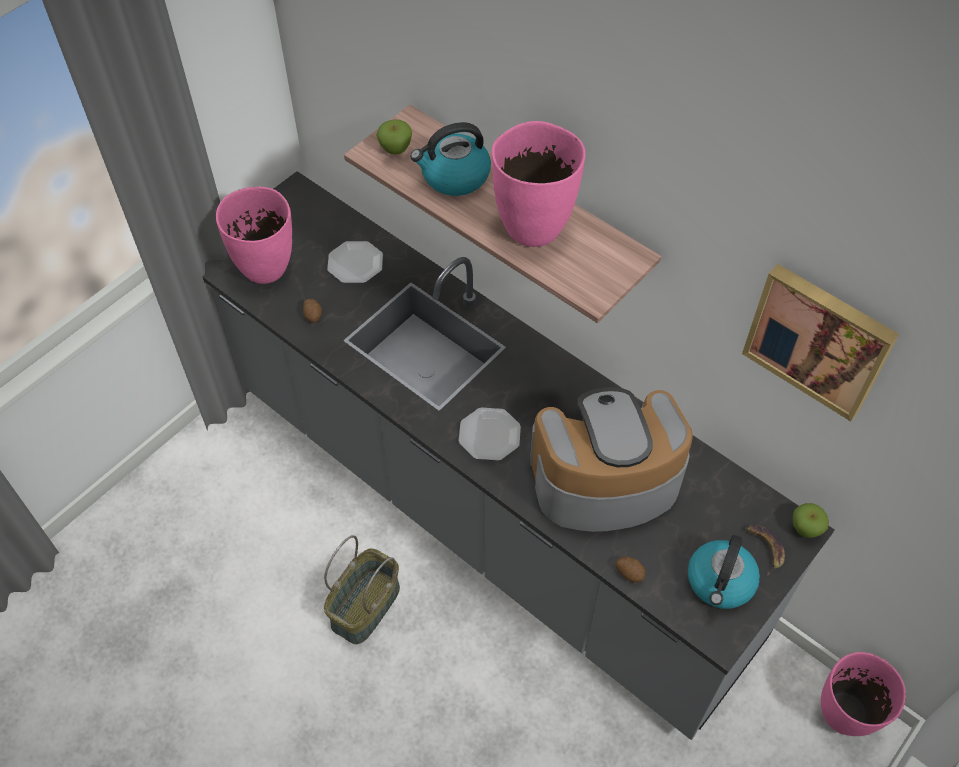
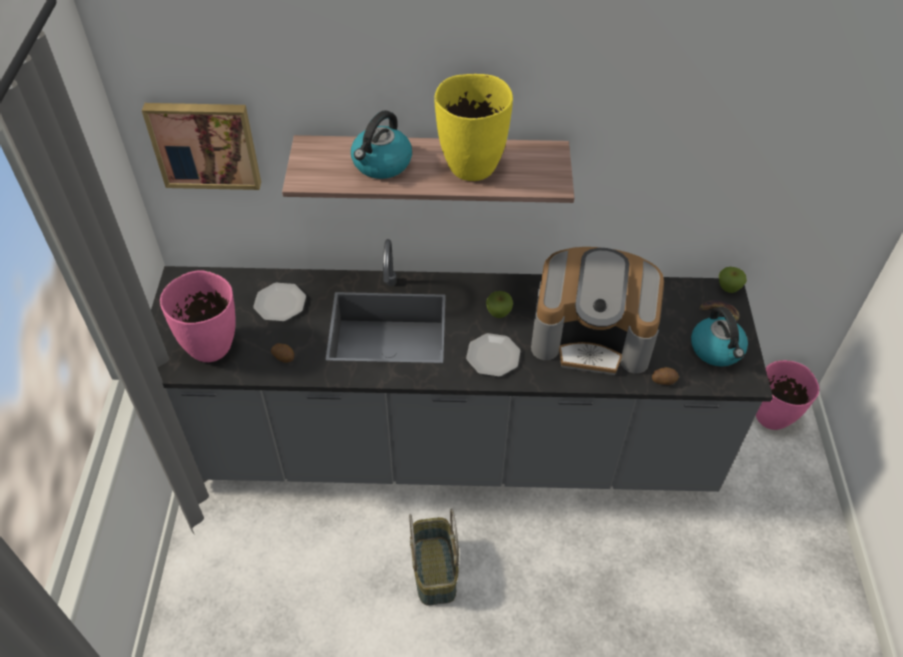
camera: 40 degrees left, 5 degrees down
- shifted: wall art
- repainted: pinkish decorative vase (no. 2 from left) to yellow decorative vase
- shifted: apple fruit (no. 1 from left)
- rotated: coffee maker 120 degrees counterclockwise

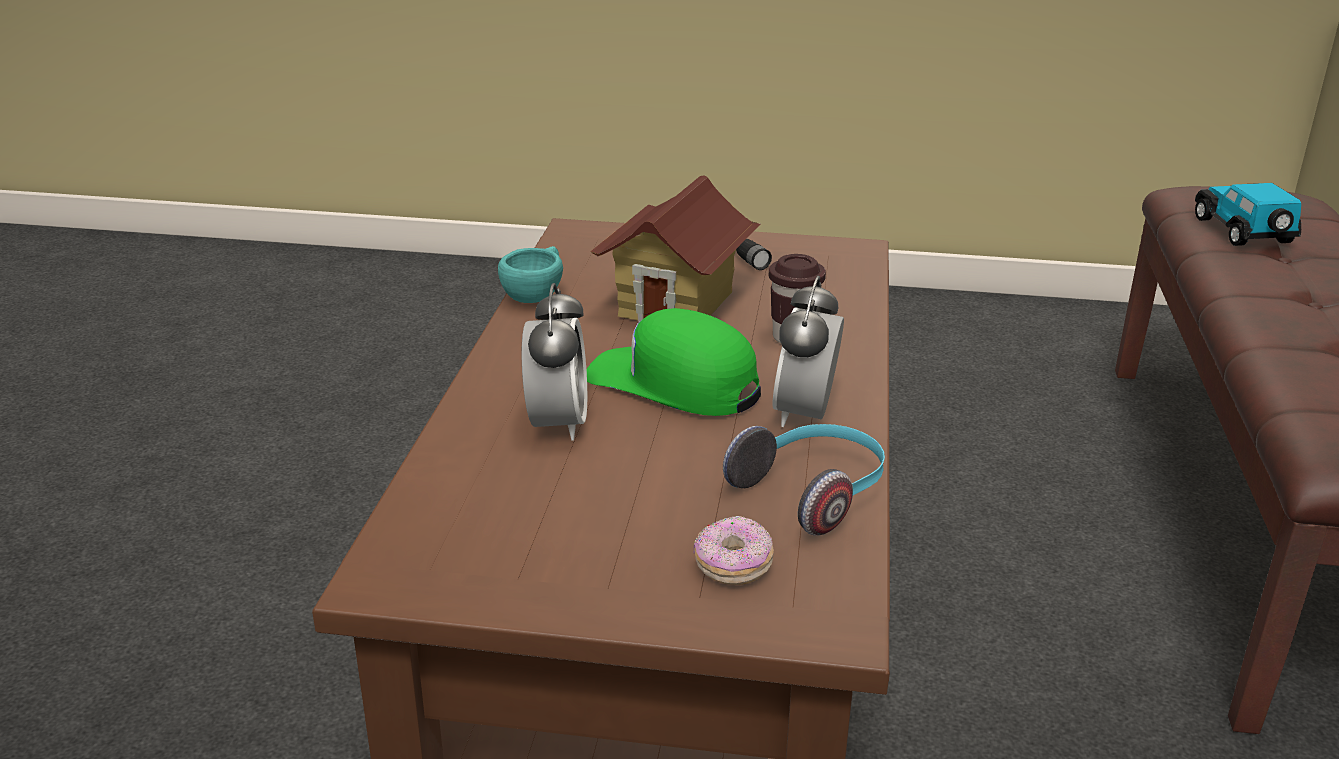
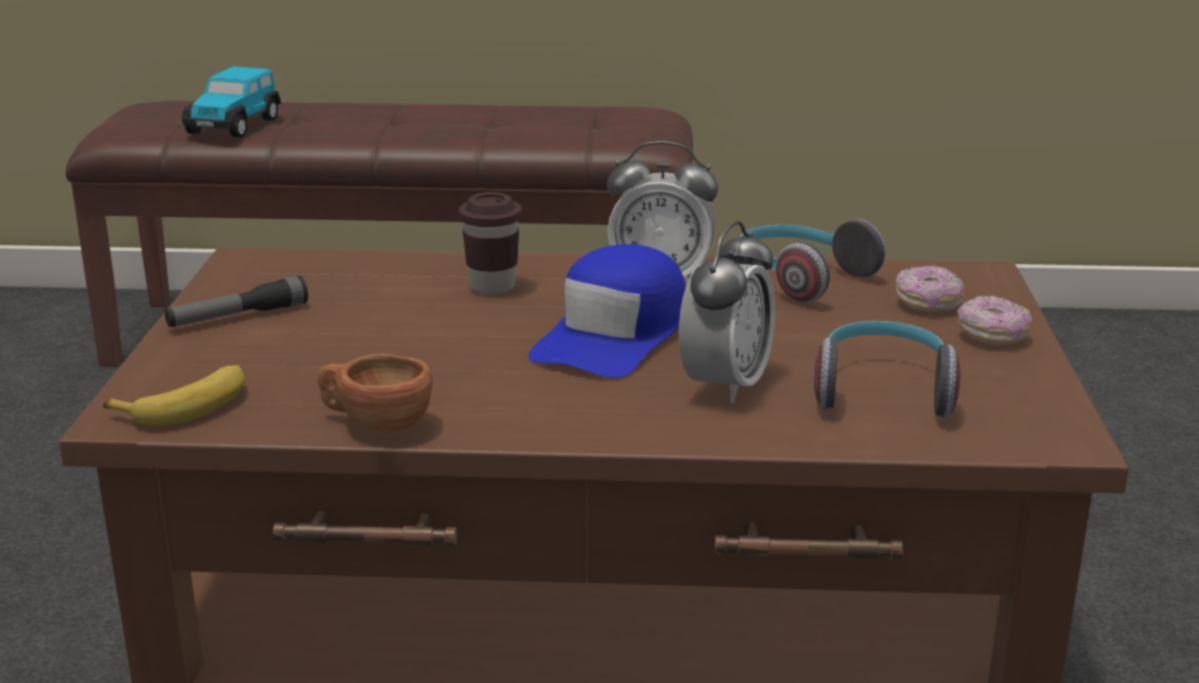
camera: 95 degrees left, 5 degrees down
- new: banana
- rotated: model car 60 degrees counterclockwise
- repainted: blue-green small cup to brown-coloured small cup (no. 1 from left)
- repainted: greenish cap to bluish cap
- rotated: table clock (no. 1 from left in the first image) 120 degrees clockwise
- new: headset (no. 2 from left)
- new: ring doughnut (no. 2 from left)
- gone: model house

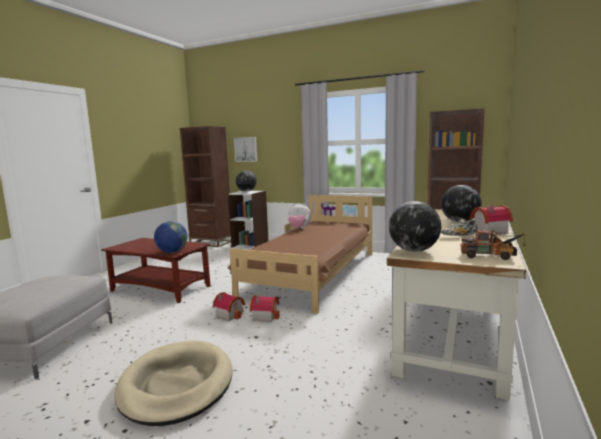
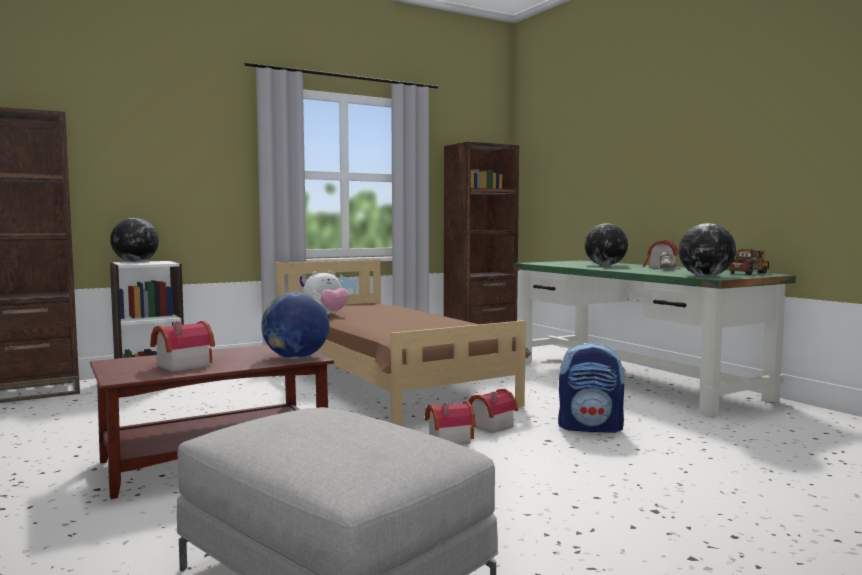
camera: 55 degrees left, 5 degrees down
- new: model house (no. 1 from left)
- repainted: beige desk table to greenish desk table
- new: backpack
- gone: beige dog bed
- gone: wall art

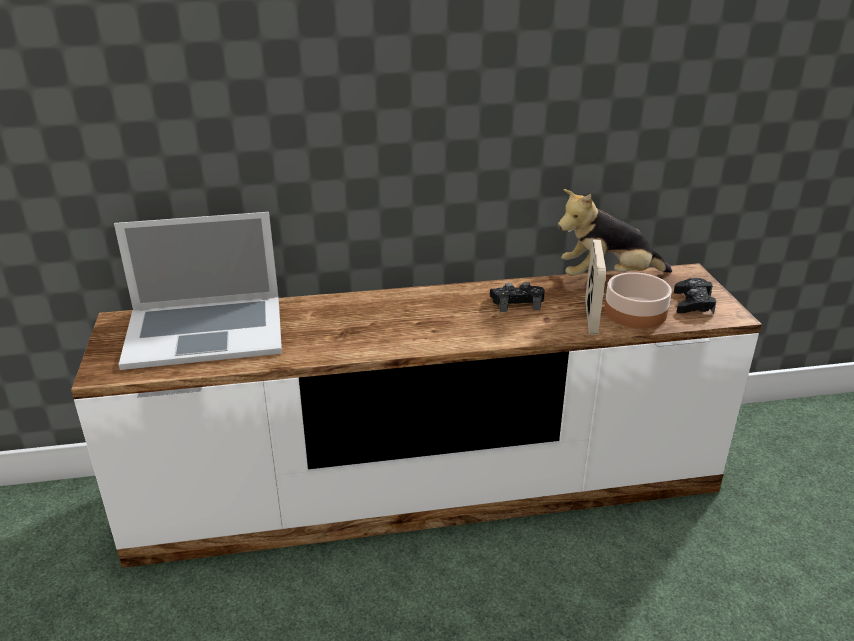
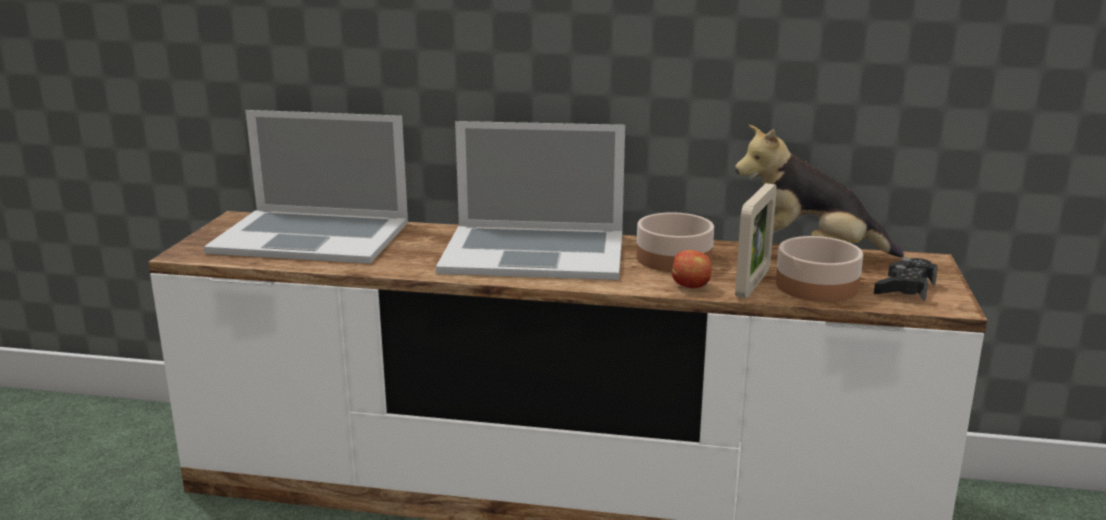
camera: 20 degrees right, 10 degrees down
- new: laptop (no. 2 from left)
- swapped: black-coloured joypad (no. 1 from left) to serving bowl (no. 1 from left)
- new: apple fruit

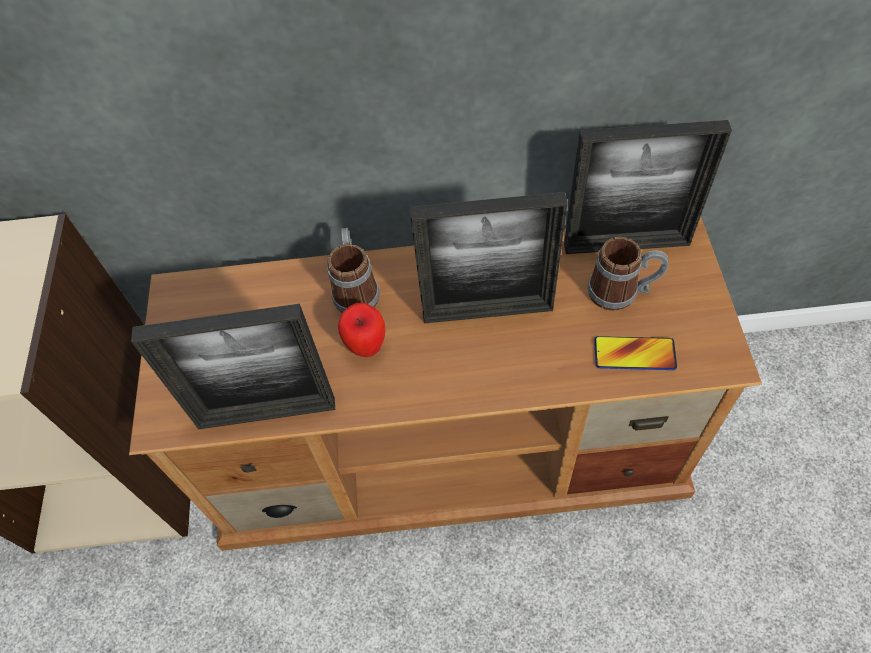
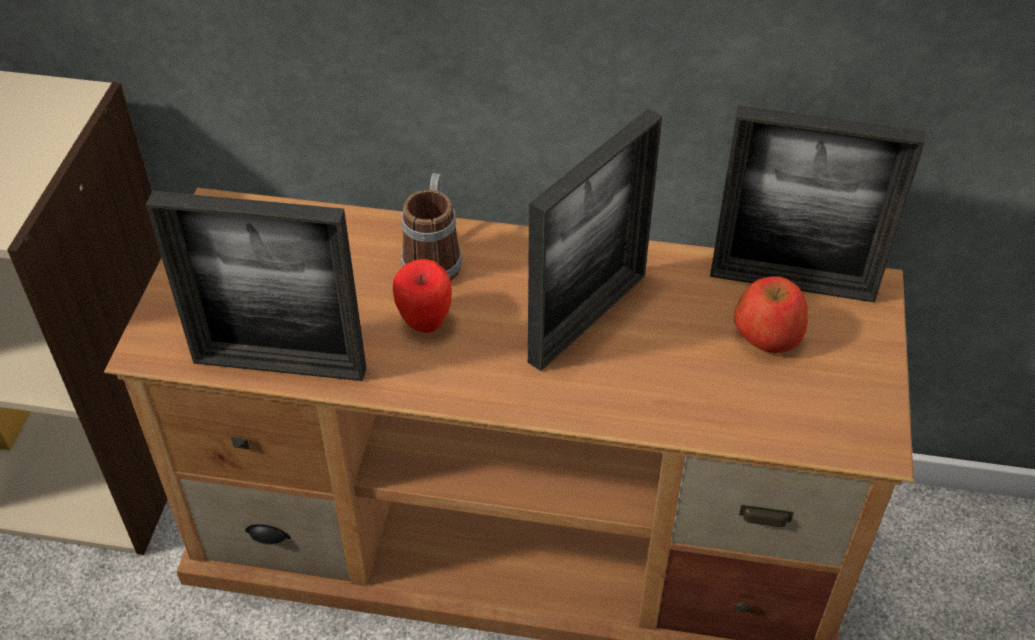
camera: 10 degrees right, 10 degrees down
- rotated: standing frame (no. 2 from left) 60 degrees counterclockwise
- swapped: tea mug (no. 2 from left) to apple fruit (no. 2 from left)
- gone: handset

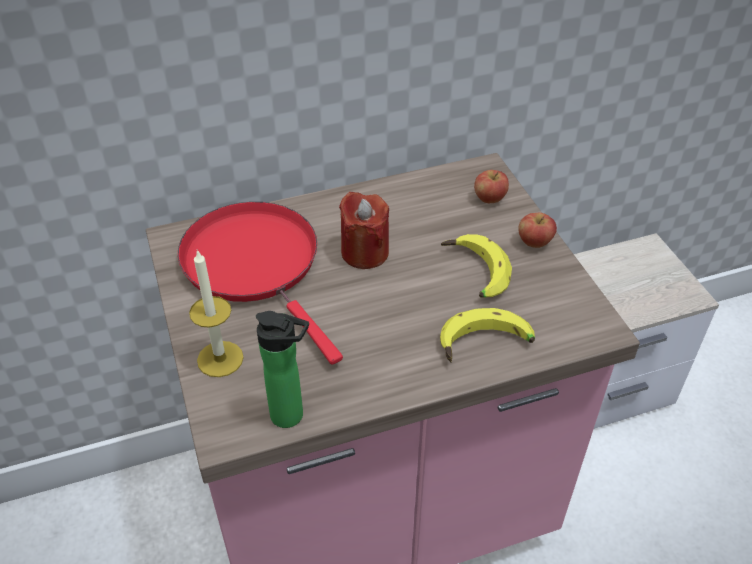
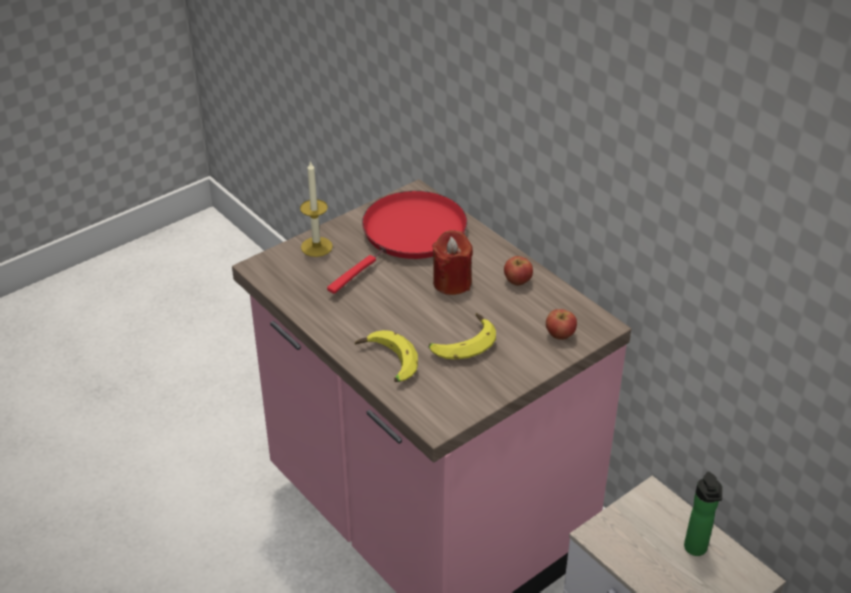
camera: 70 degrees right, 5 degrees down
- shifted: apple fruit (no. 2 from left in the first image) to apple fruit (no. 1 from left)
- shifted: beverage bottle

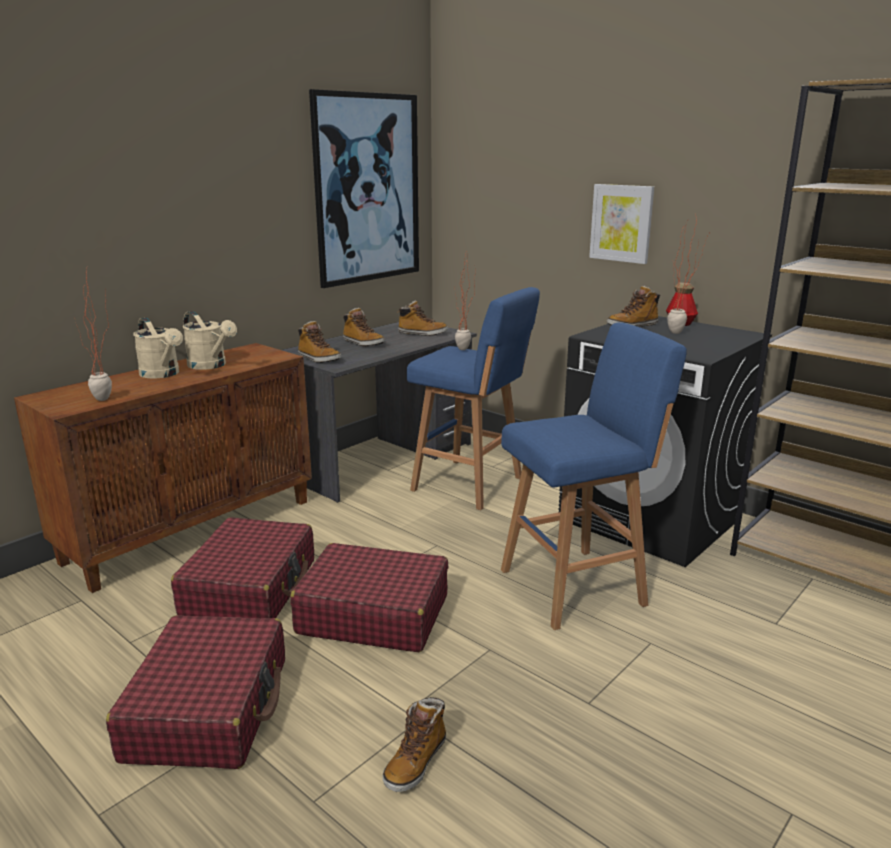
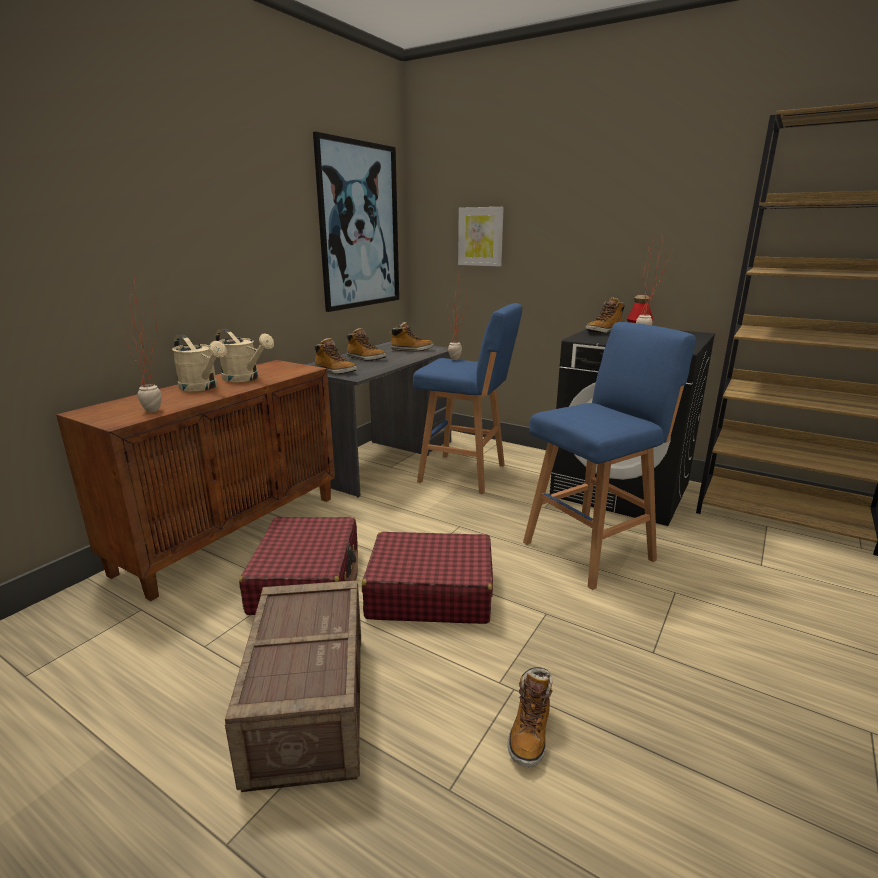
camera: 10 degrees left, 0 degrees up
- swapped: reddish travel case (no. 1 from left) to packing crate
- shifted: wall art (no. 2 from left)

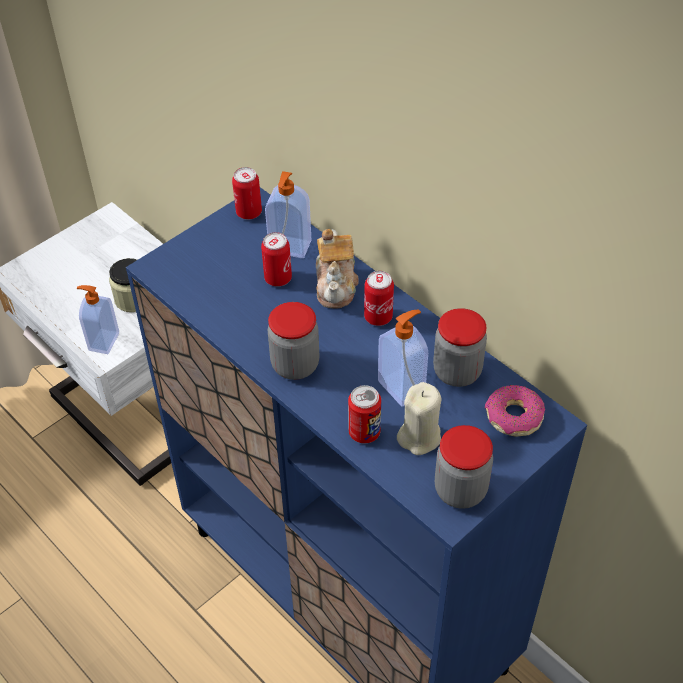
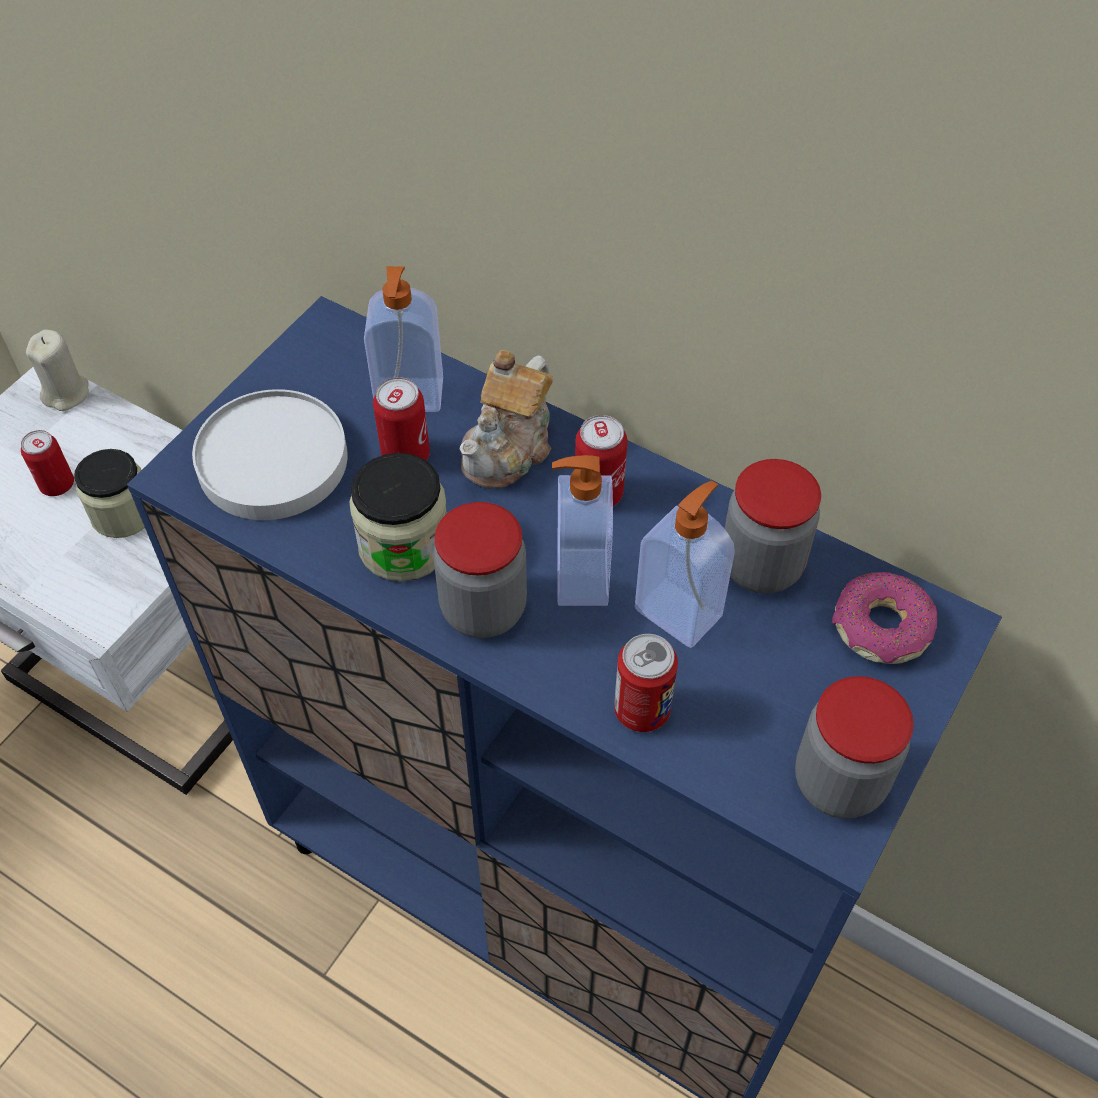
camera: 15 degrees left, 5 degrees up
- shifted: metal can (no. 1 from left)
- shifted: beige wax light
- new: white plate
- new: jar (no. 2 from left)
- rotated: pot for tea 45 degrees clockwise
- shifted: soap dispenser (no. 1 from left in the first image) to soap dispenser (no. 2 from left)

